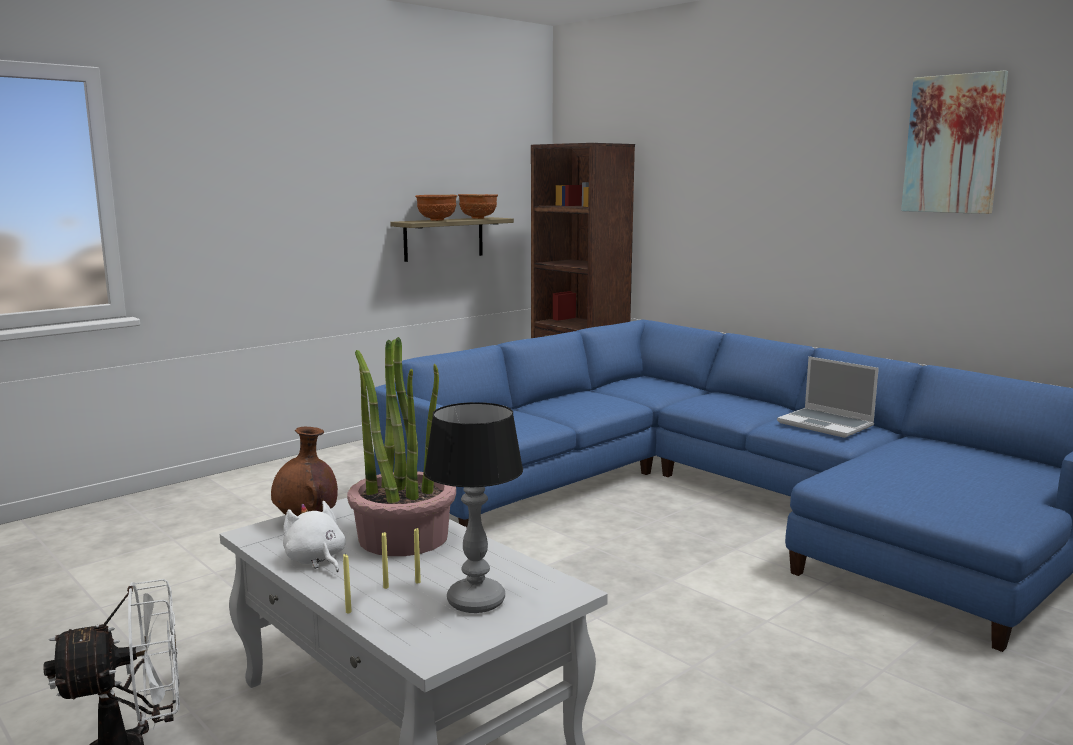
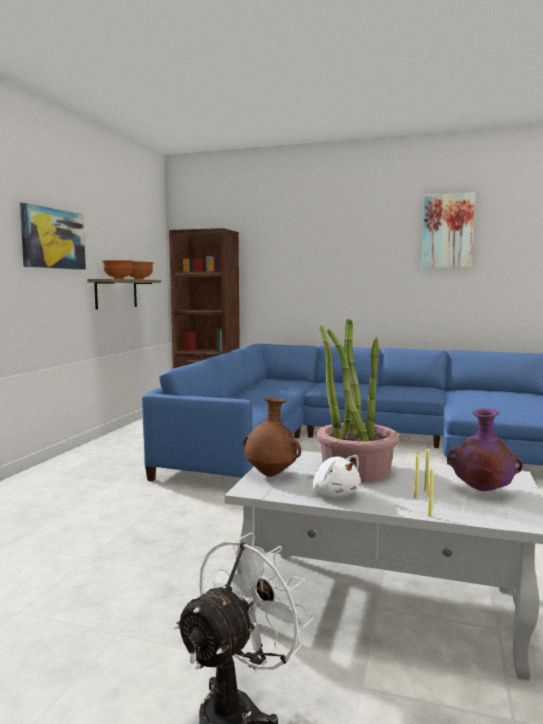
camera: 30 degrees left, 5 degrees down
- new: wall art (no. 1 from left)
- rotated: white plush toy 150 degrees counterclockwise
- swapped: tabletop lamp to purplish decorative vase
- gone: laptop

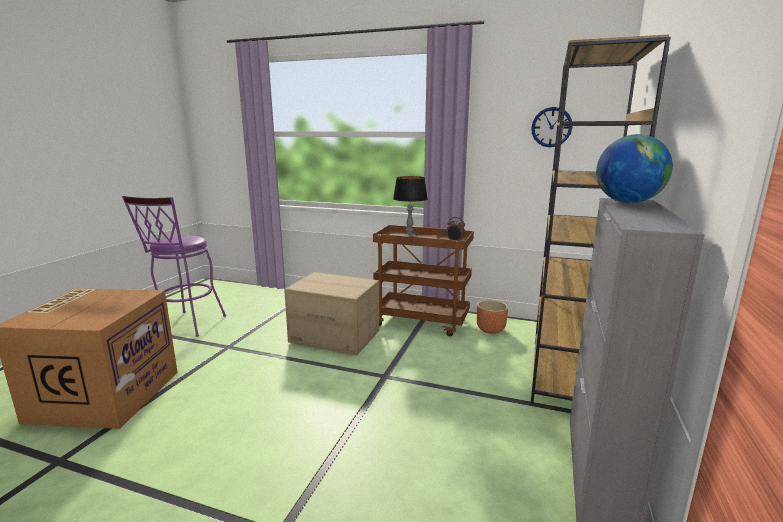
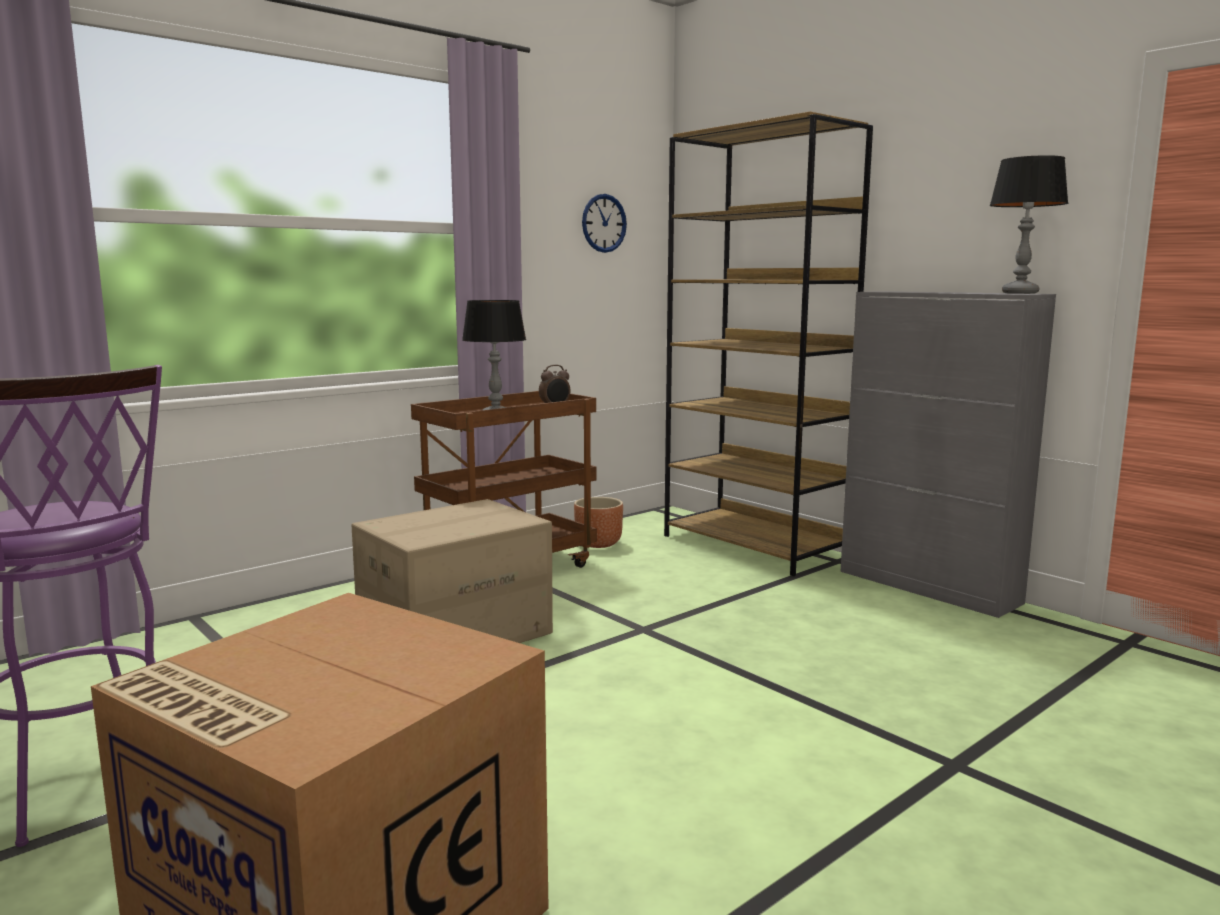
camera: 60 degrees left, 5 degrees down
- new: tabletop lamp (no. 2 from left)
- gone: globe

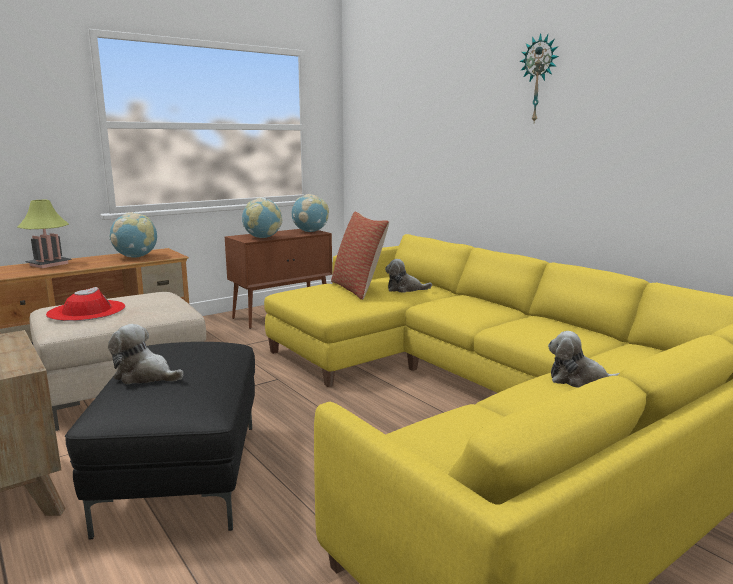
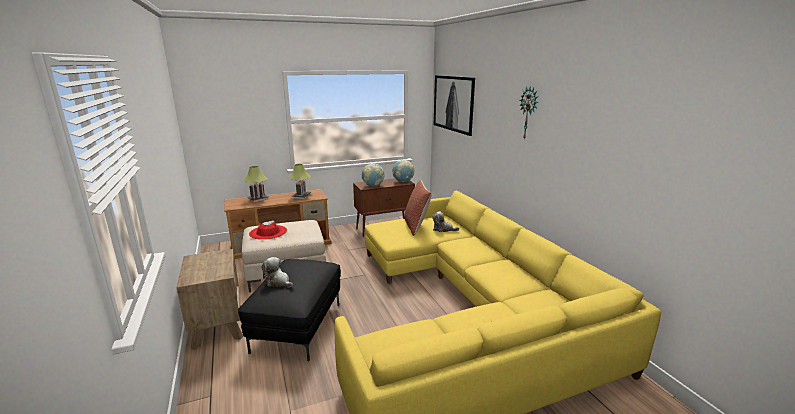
camera: 15 degrees right, 5 degrees up
- swapped: globe (no. 1 from left) to tabletop lamp (no. 2 from left)
- new: wall art
- gone: plush toy (no. 3 from left)

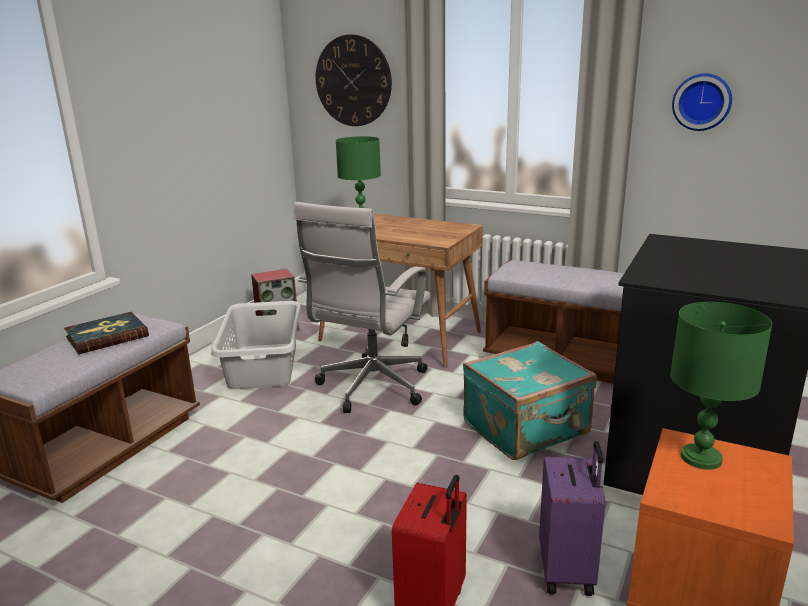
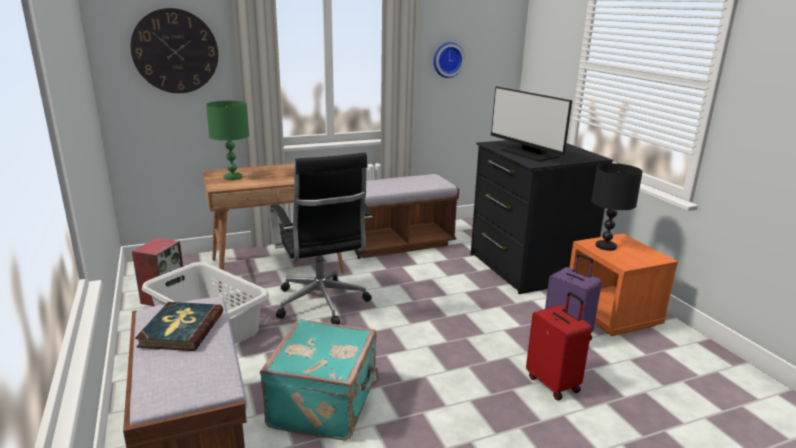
camera: 50 degrees left, 0 degrees up
- shifted: blue-green travel case
- repainted: white desk chair to black-coloured desk chair
- new: monitor
- repainted: greenish tabletop lamp (no. 2 from left) to black-coloured tabletop lamp

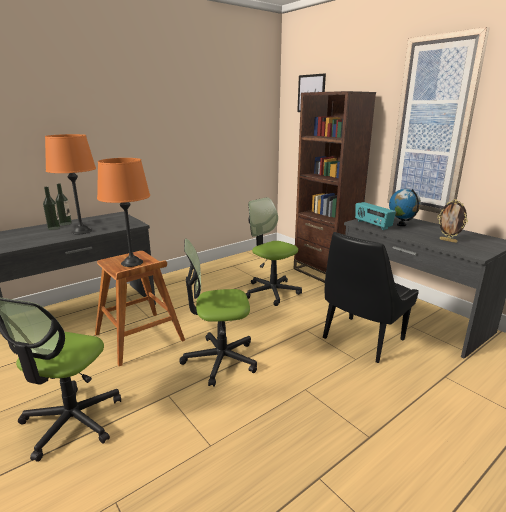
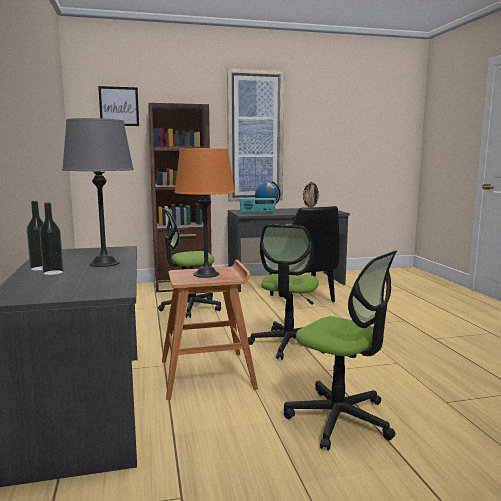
camera: 65 degrees left, 10 degrees down
- repainted: orange-coloured tabletop lamp (no. 1 from left) to grey tabletop lamp

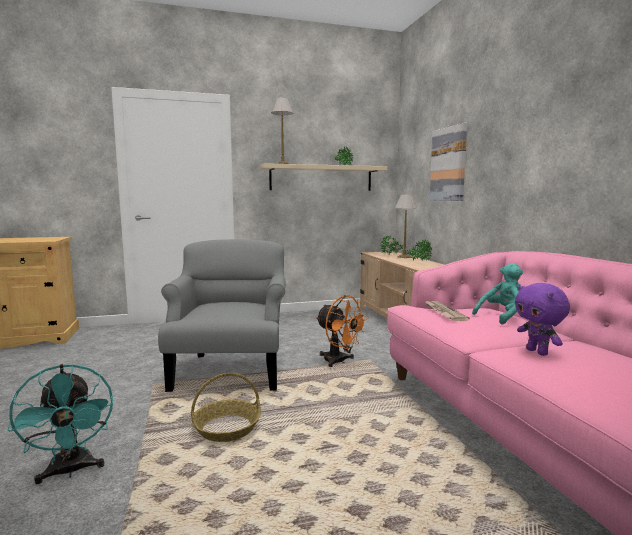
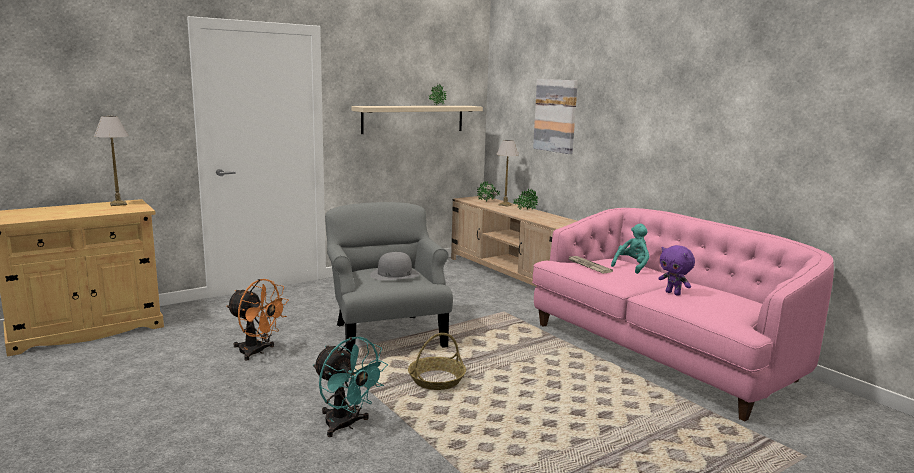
camera: 20 degrees left, 5 degrees up
- shifted: tabletop lamp (no. 1 from left)
- shifted: orange-coloured fan
- new: grey wearable hat

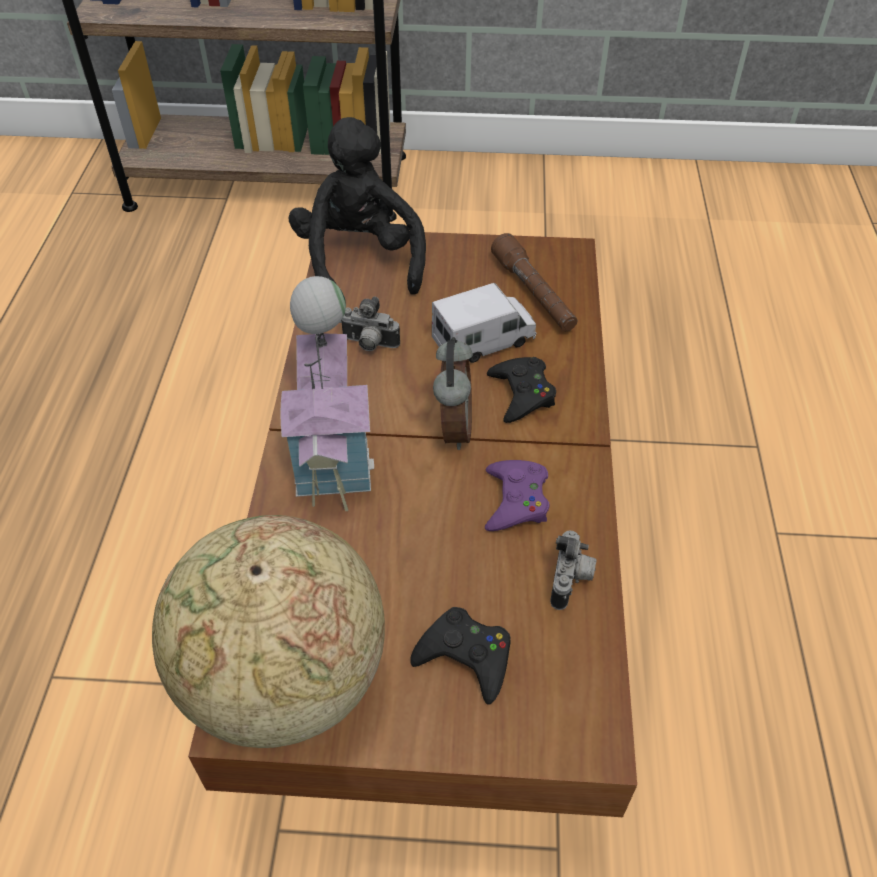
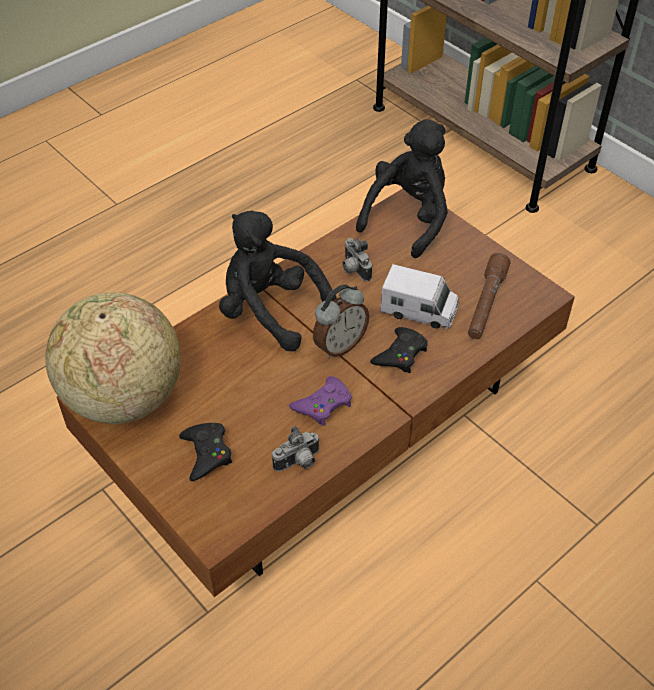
camera: 45 degrees right, 0 degrees up
- swapped: model house to black-coloured plush toy (no. 1 from left)

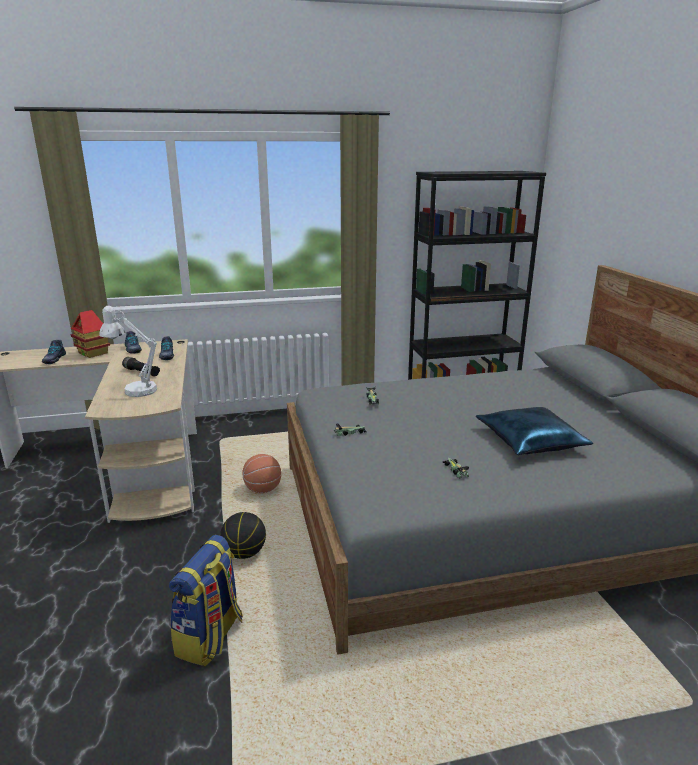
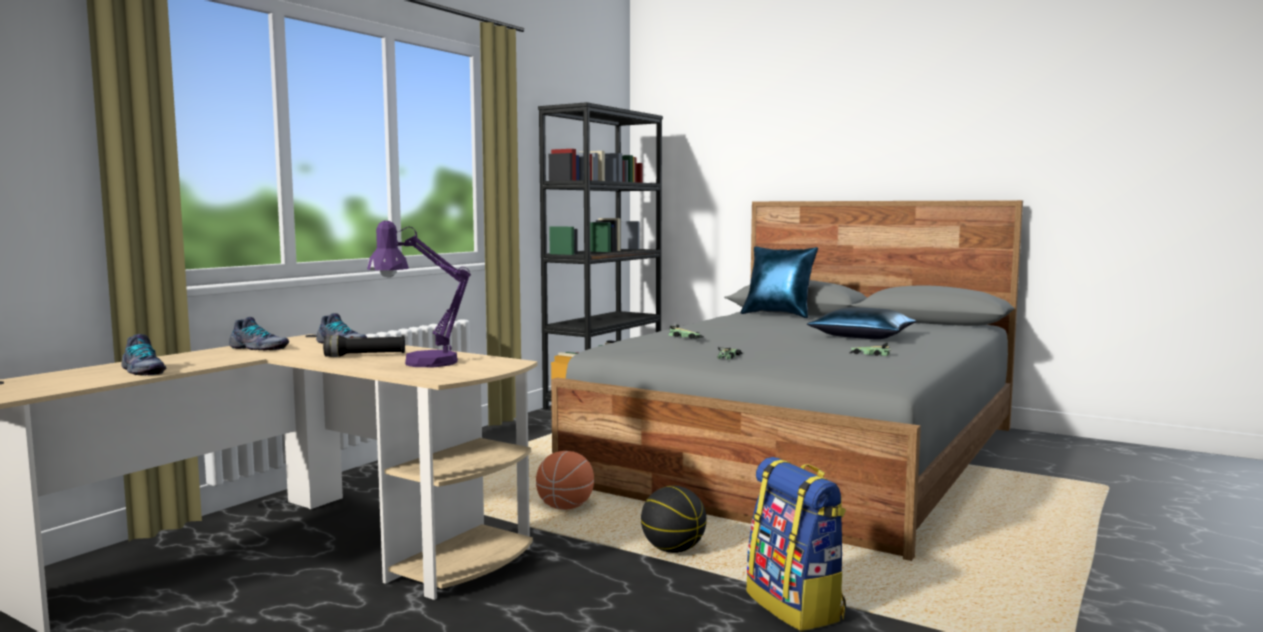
camera: 45 degrees left, 15 degrees down
- repainted: white tabletop lamp to purplish tabletop lamp
- new: bluish pillow (no. 1 from left)
- gone: model house

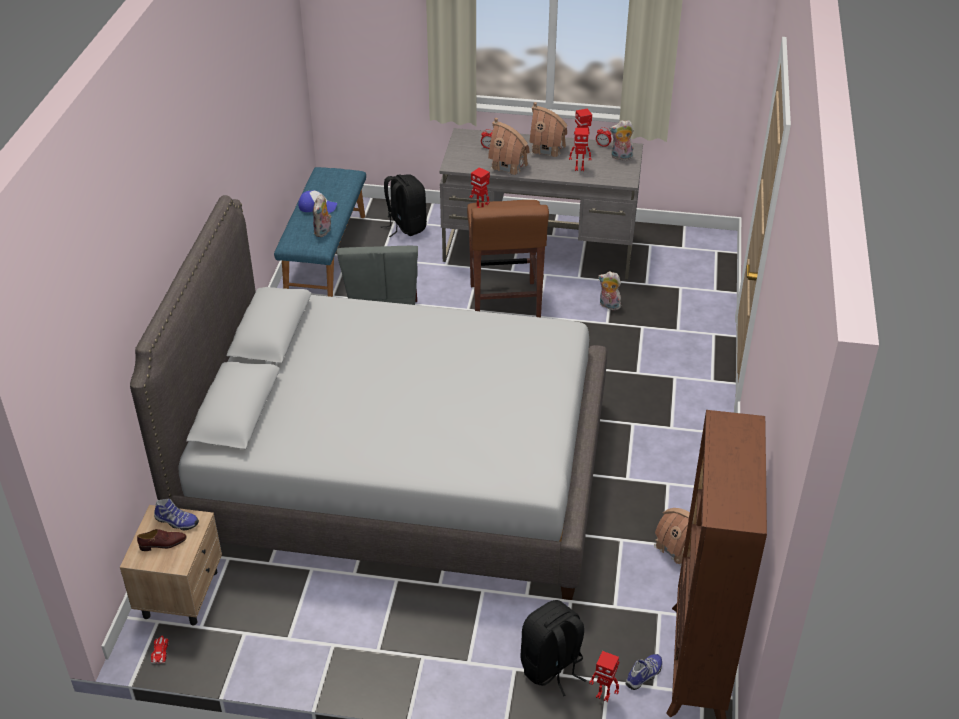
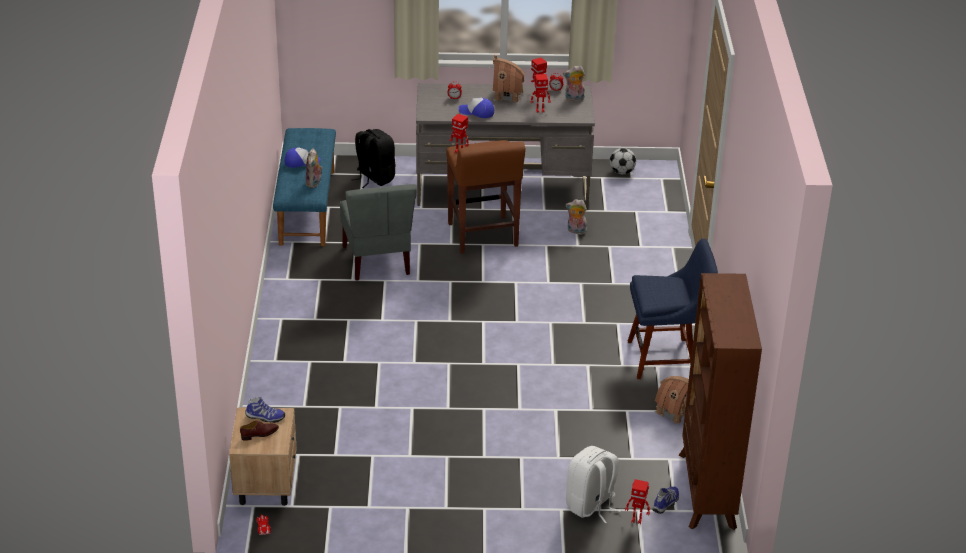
camera: 10 degrees left, 5 degrees down
- swapped: model house (no. 1 from left) to cap (no. 2 from left)
- repainted: black-coloured backpack (no. 2 from left) to white backpack
- new: ball for football
- new: bluish chair
- gone: grey bedroom bed

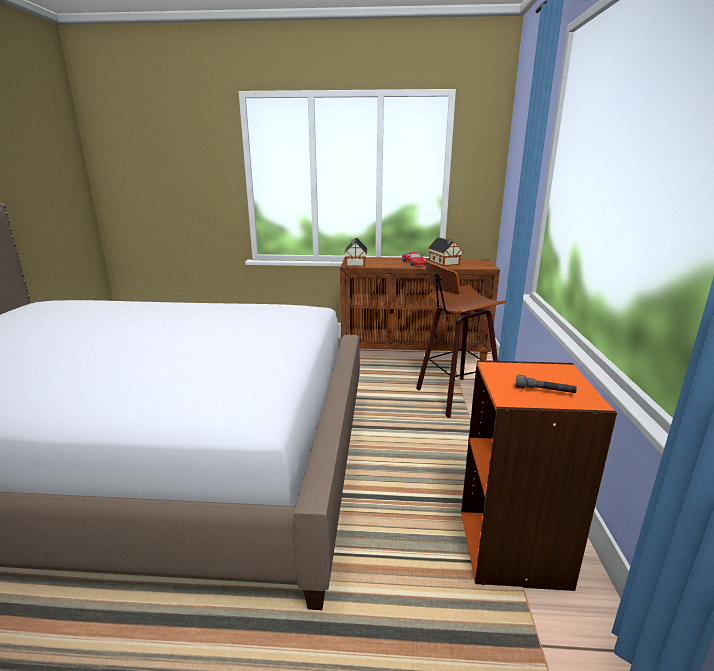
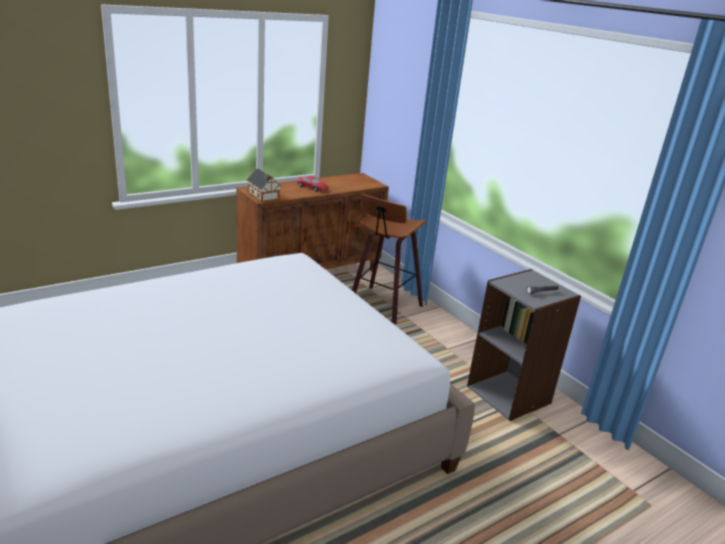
camera: 40 degrees left, 5 degrees up
- repainted: orange-coloured bookcase to grey bookcase
- gone: model house (no. 2 from left)

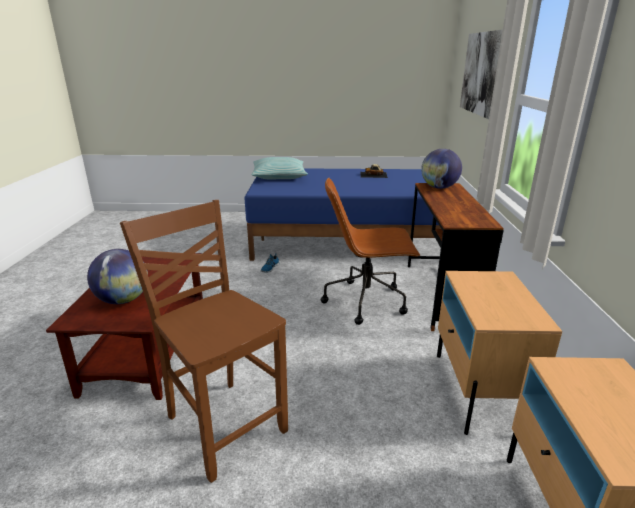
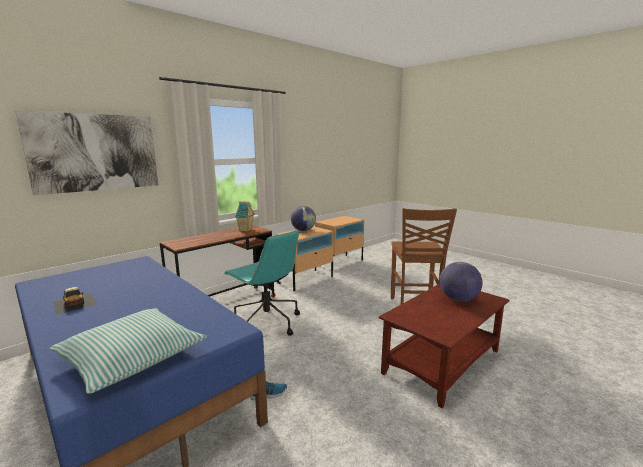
camera: 135 degrees left, 10 degrees down
- repainted: brown-coloured desk chair to blue-green desk chair
- new: model house
- shifted: globe (no. 2 from left in the first image) to globe (no. 1 from left)

